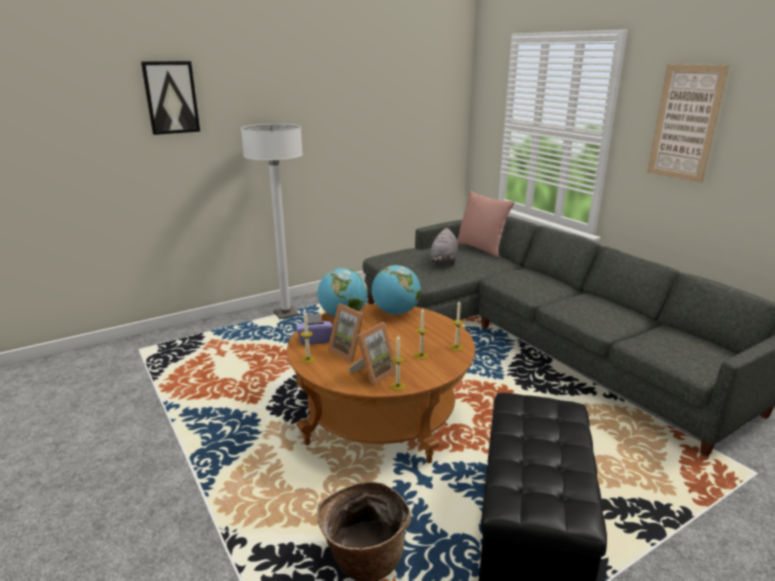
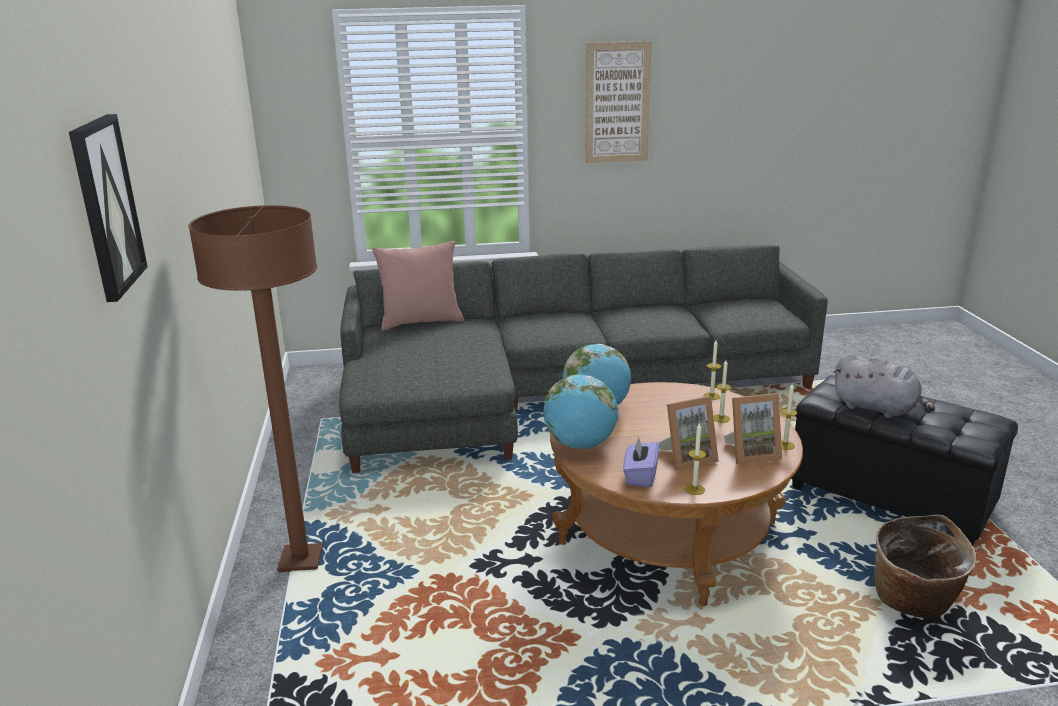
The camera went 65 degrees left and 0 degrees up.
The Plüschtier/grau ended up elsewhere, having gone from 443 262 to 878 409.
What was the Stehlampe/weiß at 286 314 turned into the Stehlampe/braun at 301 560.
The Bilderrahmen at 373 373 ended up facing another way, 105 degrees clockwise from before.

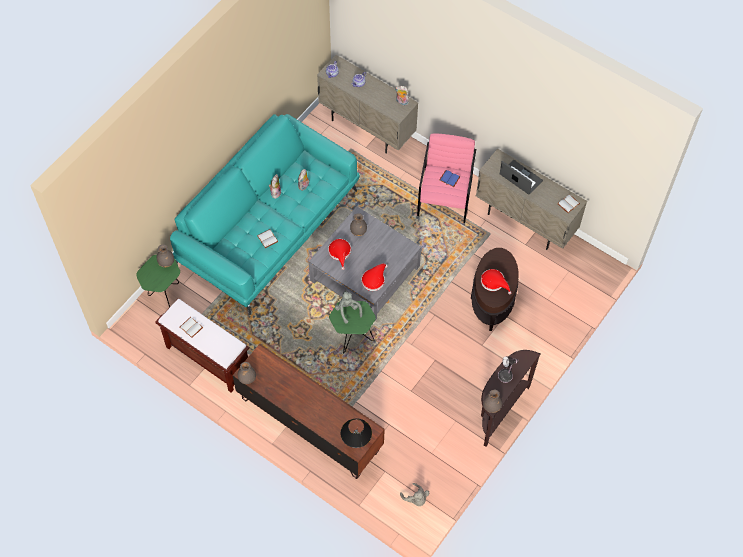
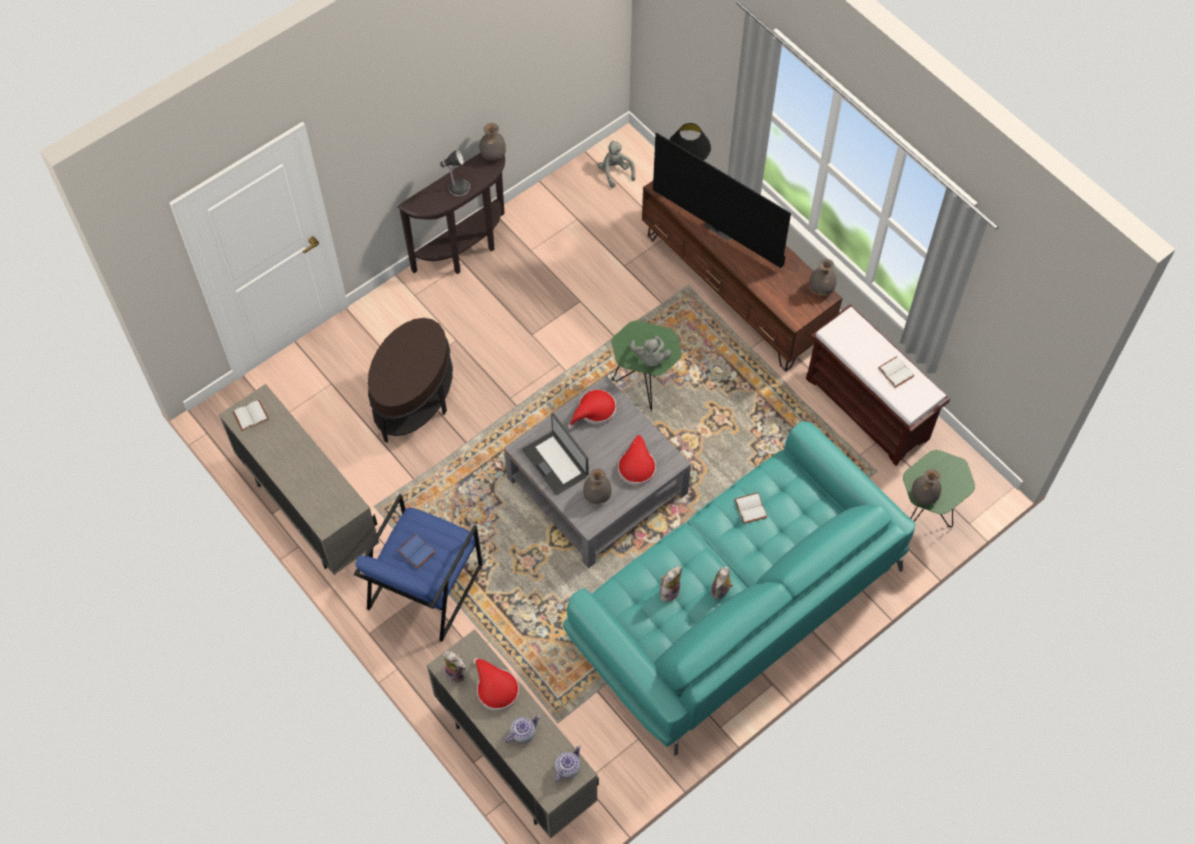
The camera went 165 degrees left and 0 degrees up.
The second view gained the Fernseher at 722 227.
The Hut/rot ended up elsewhere, having gone from 494 282 to 495 688.
The Laptop ended up elsewhere, having gone from 520 178 to 556 462.
What was the Sessel/rosa at 445 197 turned into the Sessel/blau at 424 586.

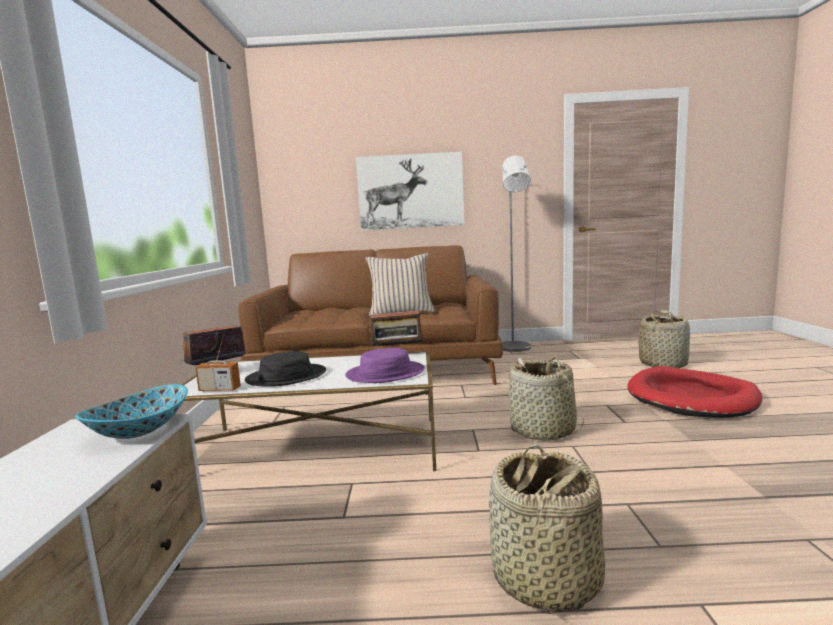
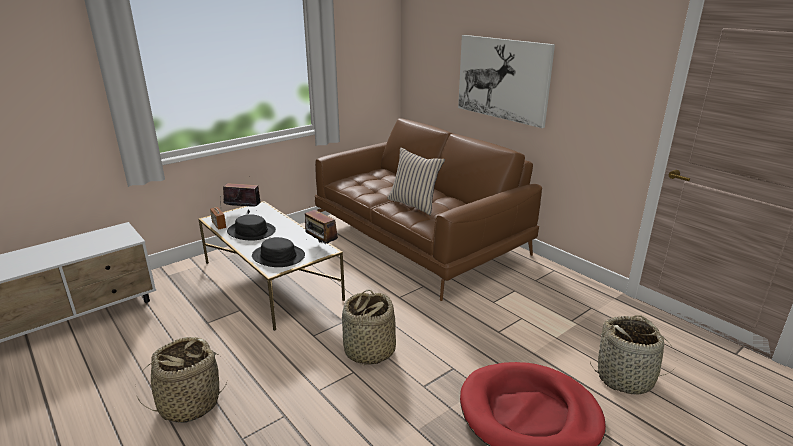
The camera went 50 degrees right and 15 degrees up.
The second view lost the Schüssel at 138 431.
The second view lost the Stehlampe/grau at 516 349.
What was the Hut/lila at 385 373 turned into the Hut/schwarz at 278 256.

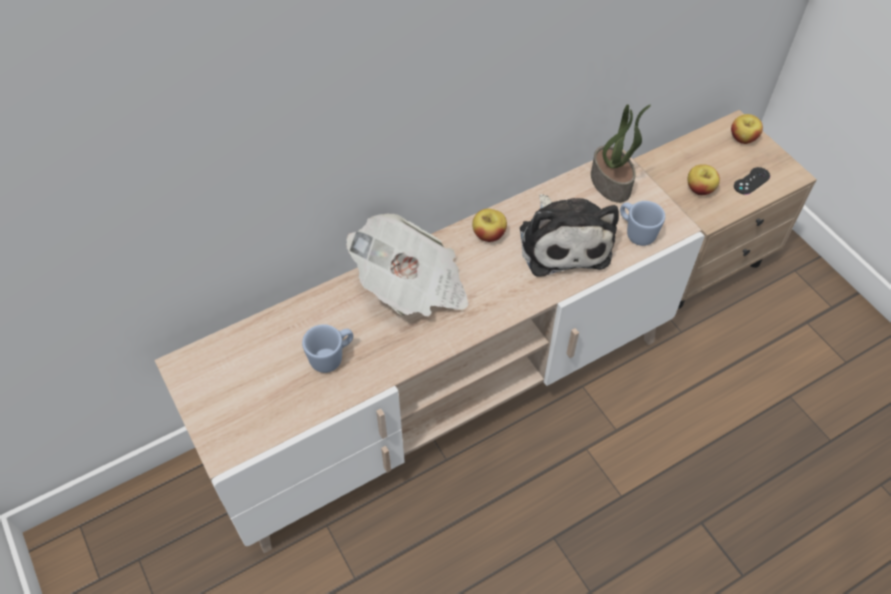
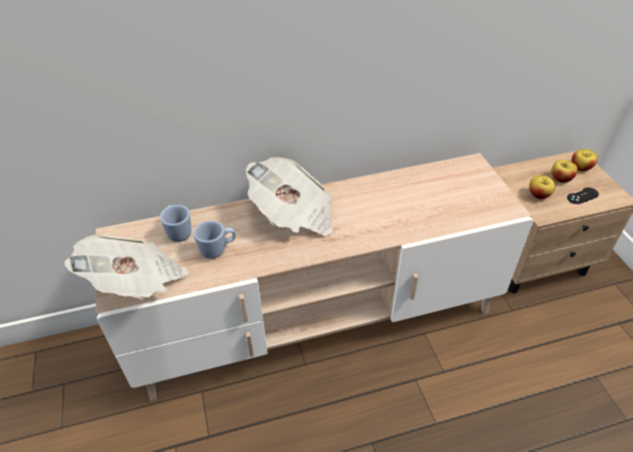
The camera went 15 degrees right and 10 degrees down.
The second view lost the Plüschtier at 563 241.
The second view lost the Topfpflanze at 611 183.
The second view gained the Zeitung at 137 282.
The Apfel ended up elsewhere, having gone from 488 235 to 561 179.
The Henkelbecher/blau ended up elsewhere, having gone from 636 233 to 178 232.

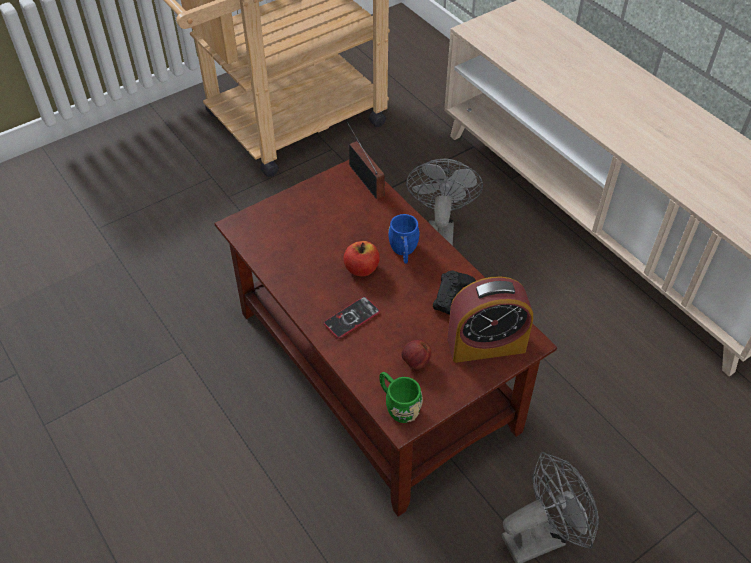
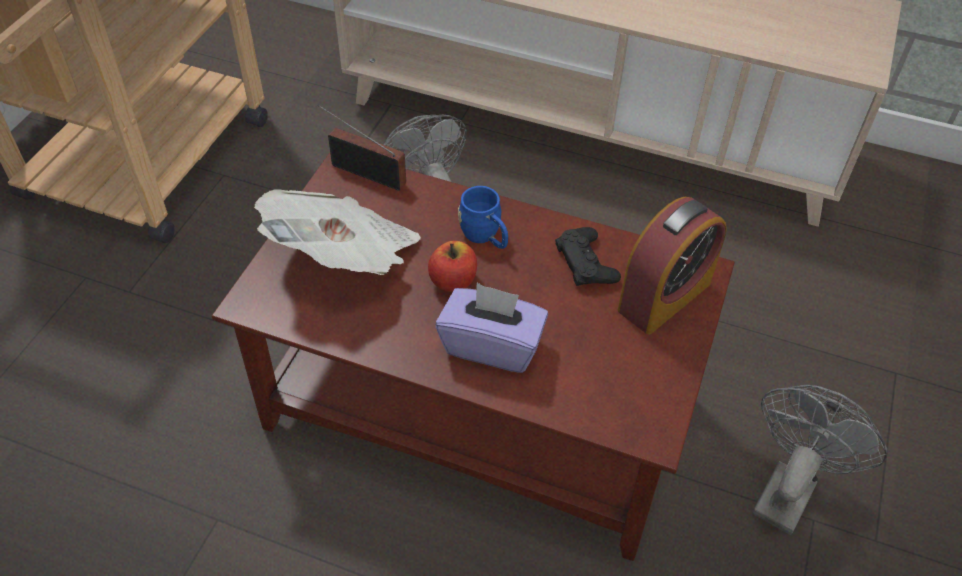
The camera went 35 degrees left and 0 degrees up.
The second view lost the Henkelbecher/grün at 397 405.
The second view lost the Apfel at 415 362.
The second view gained the Zeitung at 345 257.
Where the Handy stood at 351 318, the Taschentuchbox/lila came to stand at 492 345.

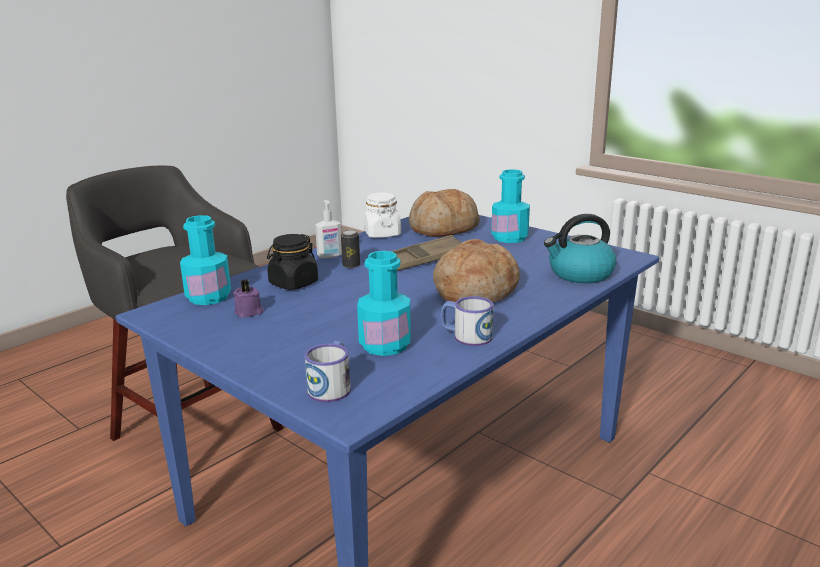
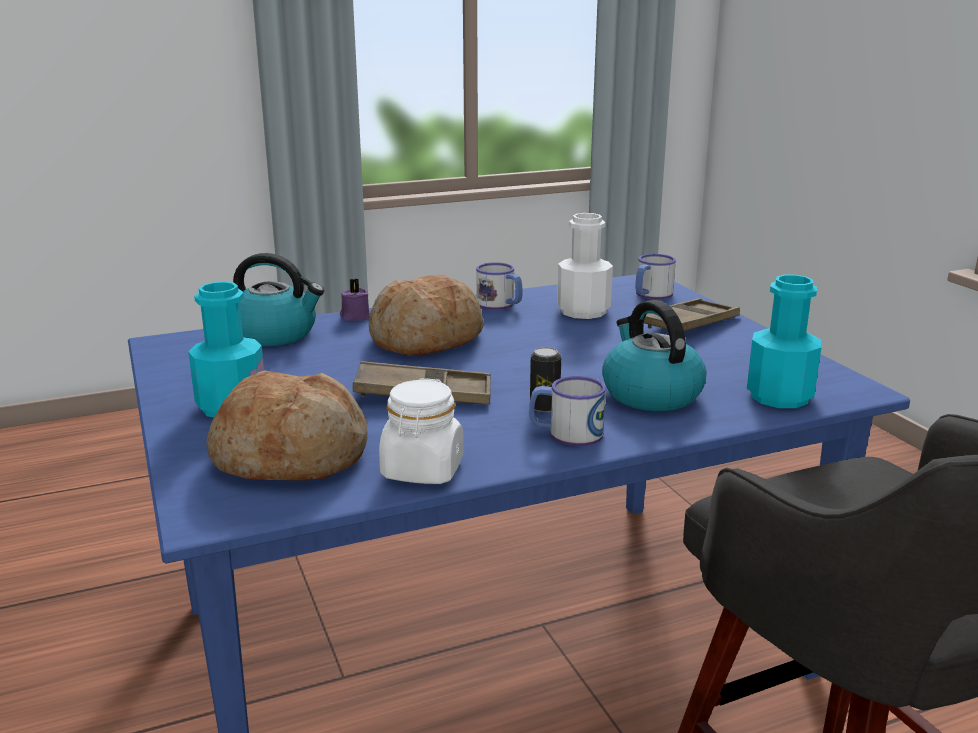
The camera went 155 degrees left and 0 degrees up.
The second view gained the Tablett/braun at 689 324.
The Kerze/lila ended up elsewhere, having gone from 249 312 to 355 316.
Where the Vorratsglas/schwarz stood at 293 283, the Wasserkessel came to stand at 650 394.
Where the Seifenspender stood at 330 256, the Henkelbecher came to stand at 566 433.
What was the Flasche/türkis at 385 345 turned into the Flasche/weiß at 583 311.

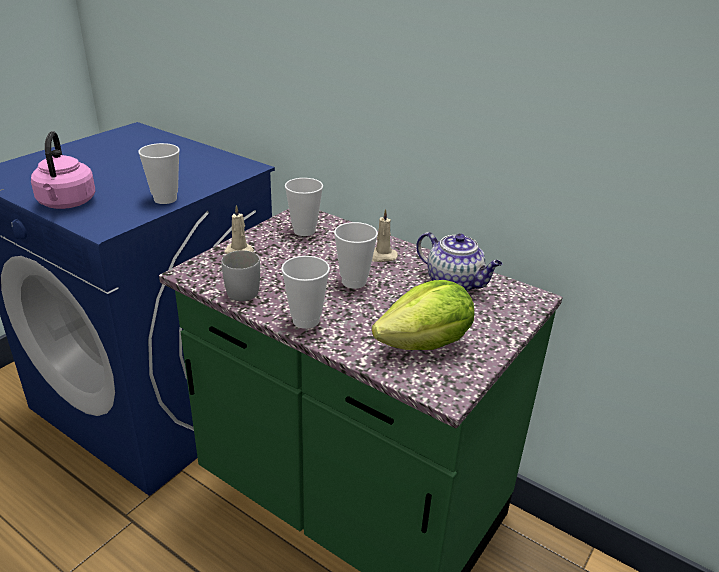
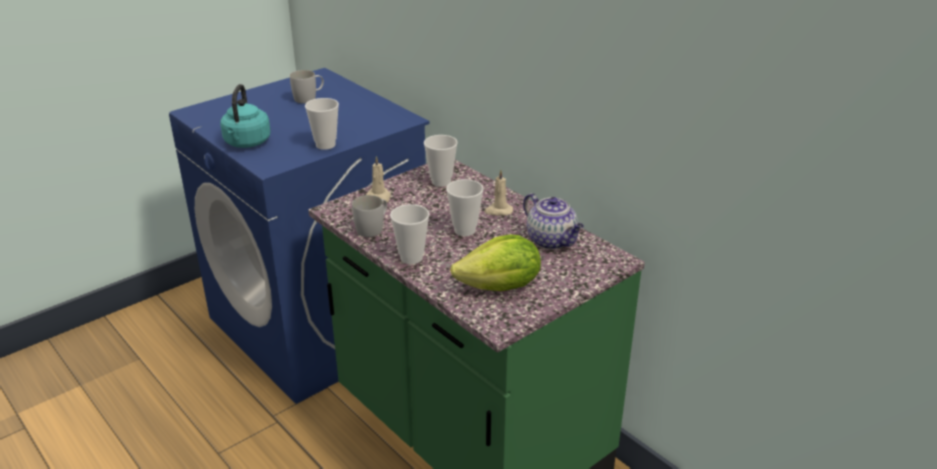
The camera went 15 degrees right and 0 degrees up.
The second view gained the Henkelbecher/weiß at 309 98.
What was the Wasserkessel/rosa at 66 203 turned into the Wasserkessel/türkis at 246 143.

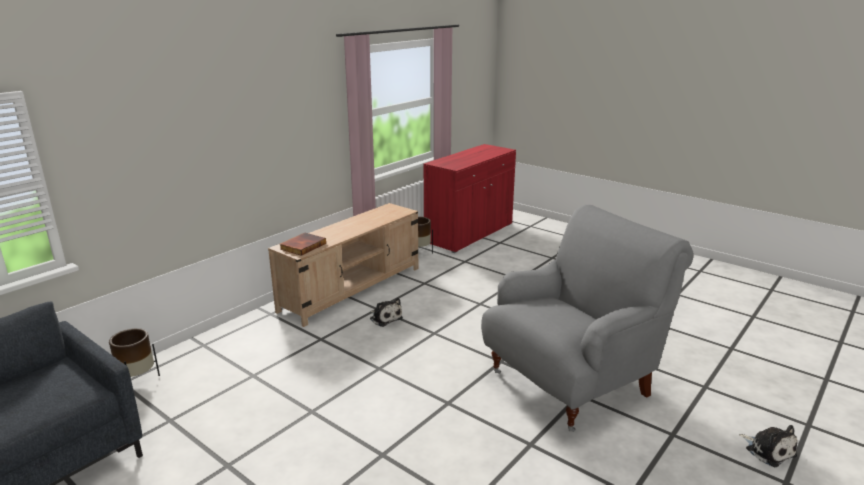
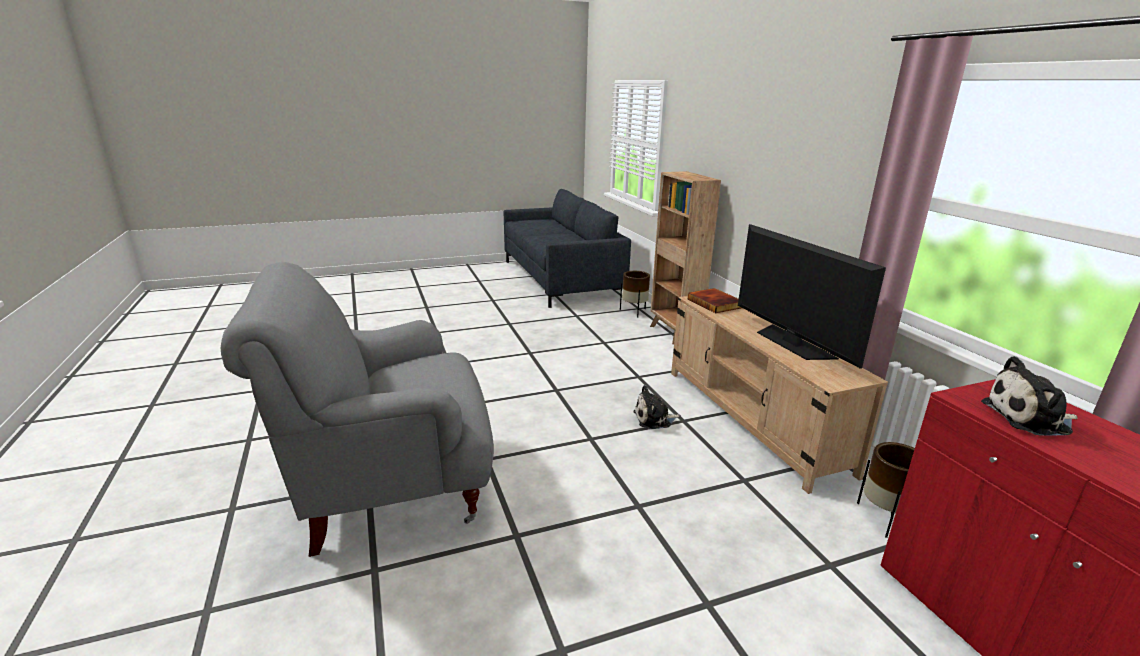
The camera went 120 degrees right and 0 degrees up.
The second view gained the Bücherregal/braun at 674 333.
The second view gained the Fernseher at 792 343.
The Plüschtier ended up elsewhere, having gone from 768 450 to 1030 418.
The Sessel/grau at 571 383 ended up facing another way, 75 degrees clockwise from before.

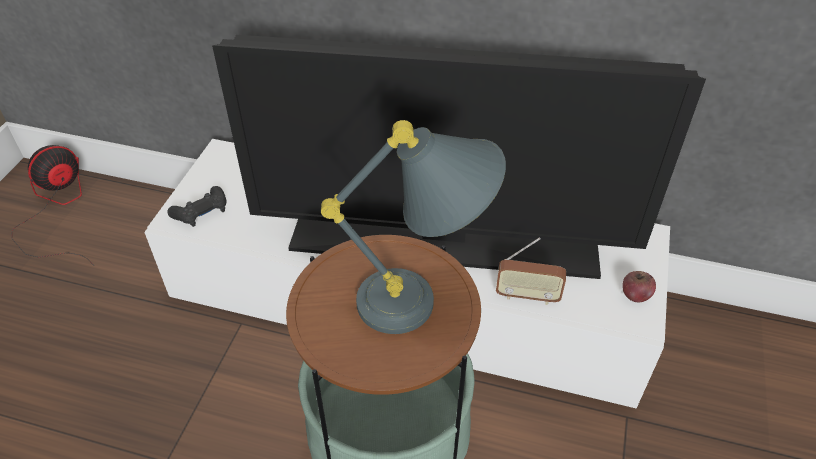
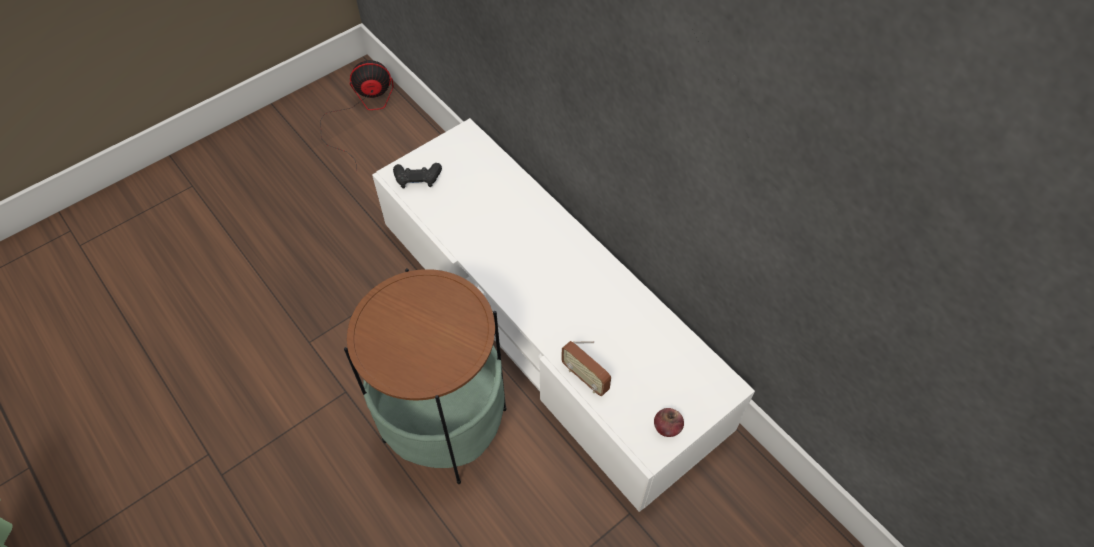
The camera went 35 degrees right and 10 degrees up.
The second view lost the Fernseher at 445 244.
The second view lost the Tischlampe/grau at 424 302.

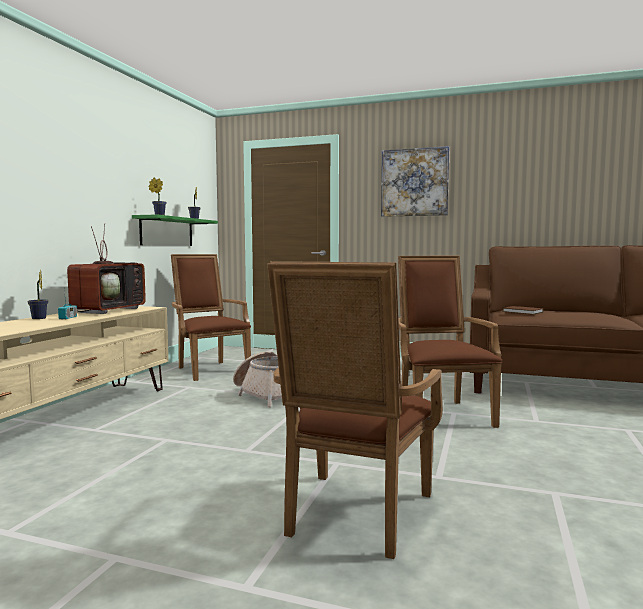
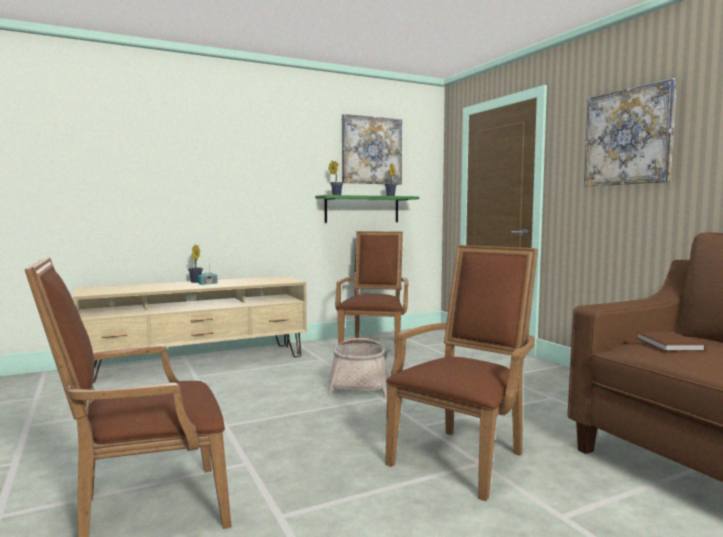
The camera went 45 degrees right and 0 degrees up.
The second view lost the Fernseher at 109 310.
The second view gained the Bild at 371 150.

